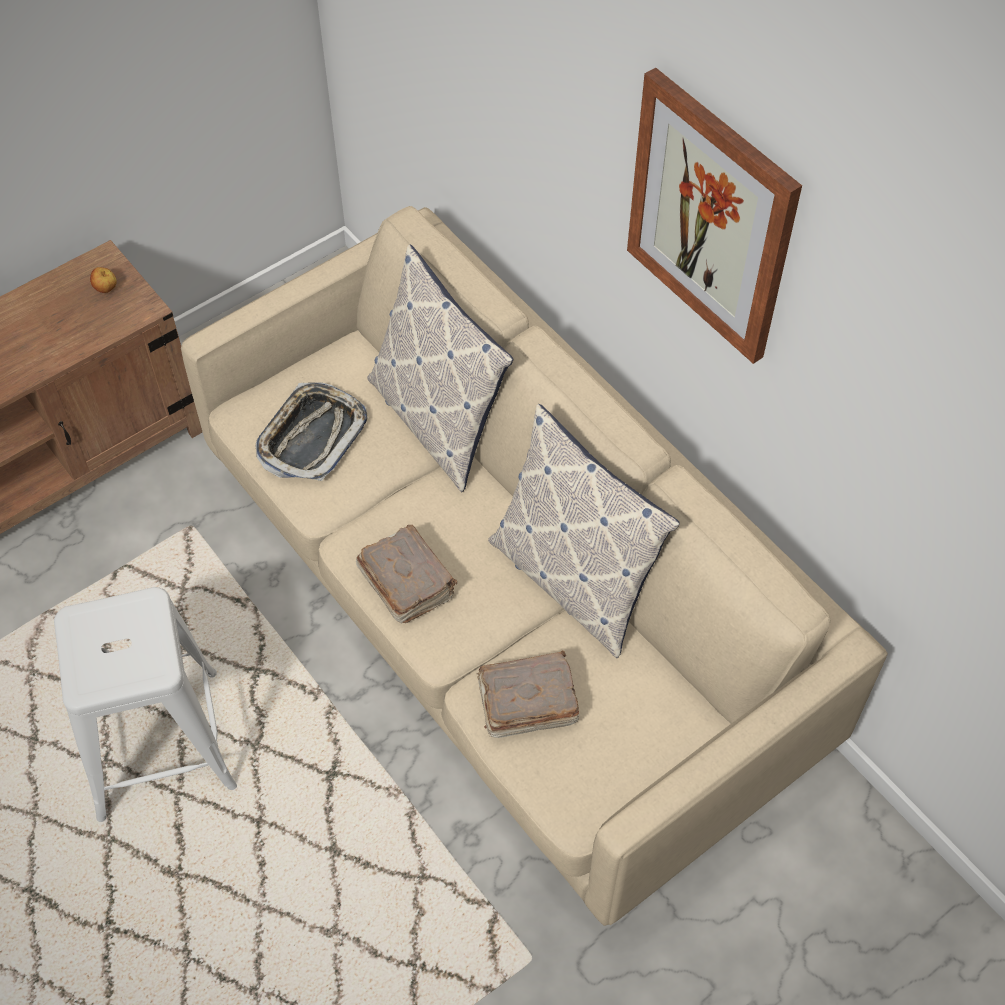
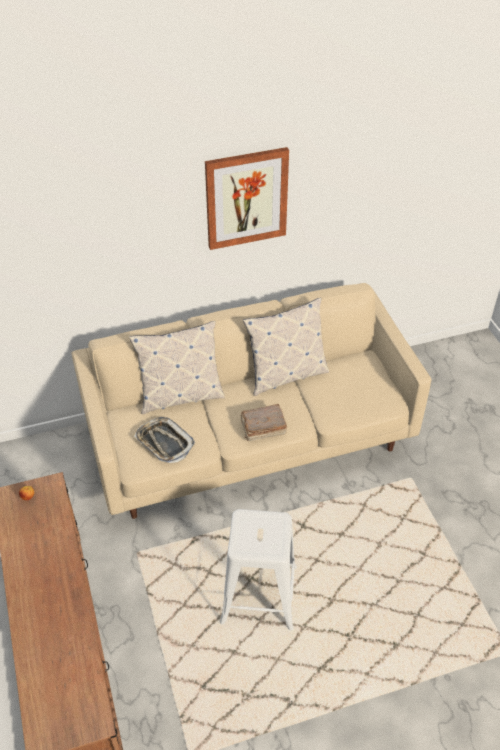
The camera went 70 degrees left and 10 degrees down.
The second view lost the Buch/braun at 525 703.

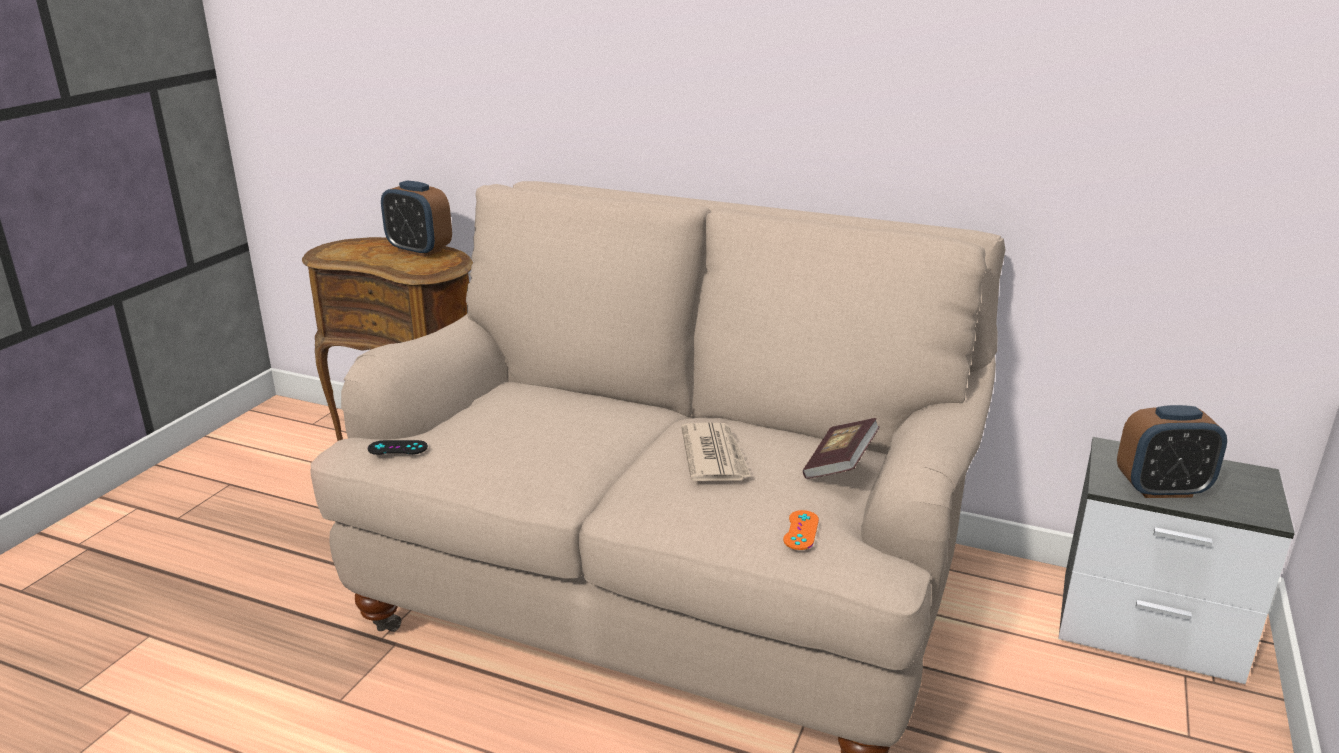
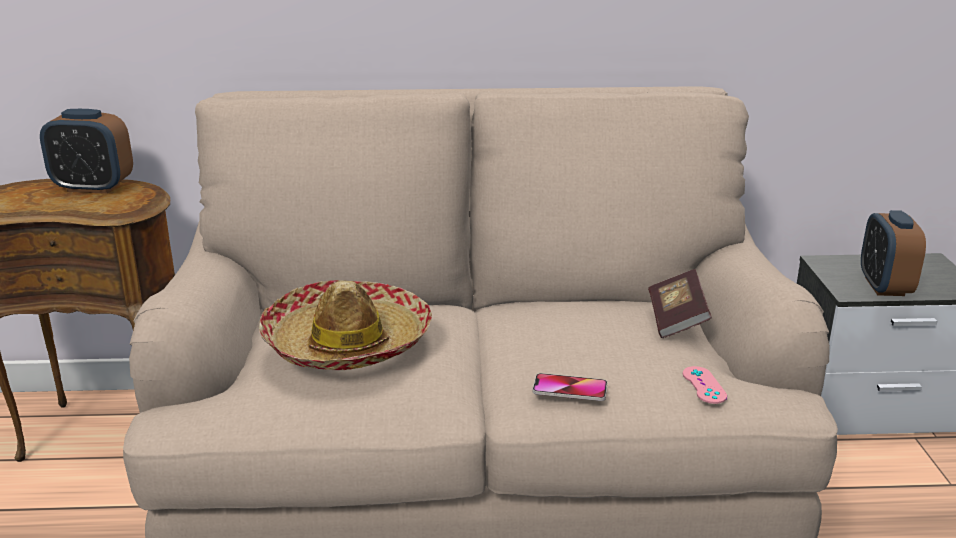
The camera went 25 degrees left and 0 degrees up.
The second view lost the Gamepad/schwarz at 397 448.
The second view lost the Zeitung at 714 456.
The second view gained the Hut at 348 343.
The second view gained the Handy at 569 389.
What was the Gamepad/orange at 801 530 turned into the Gamepad/rosa at 704 385.
The Wecker at 1161 489 ended up facing another way, 120 degrees clockwise from before.

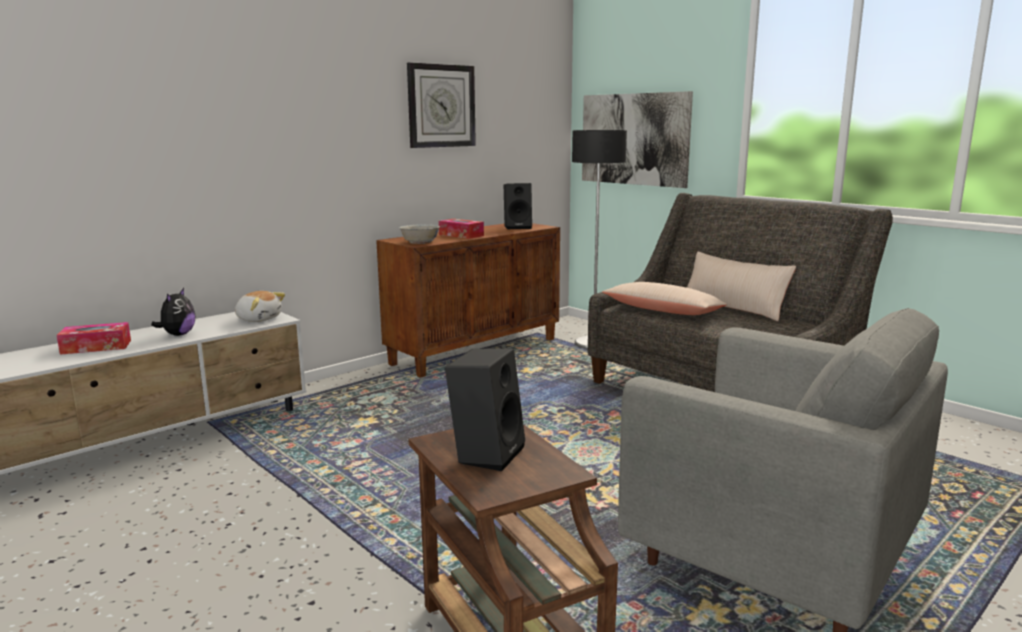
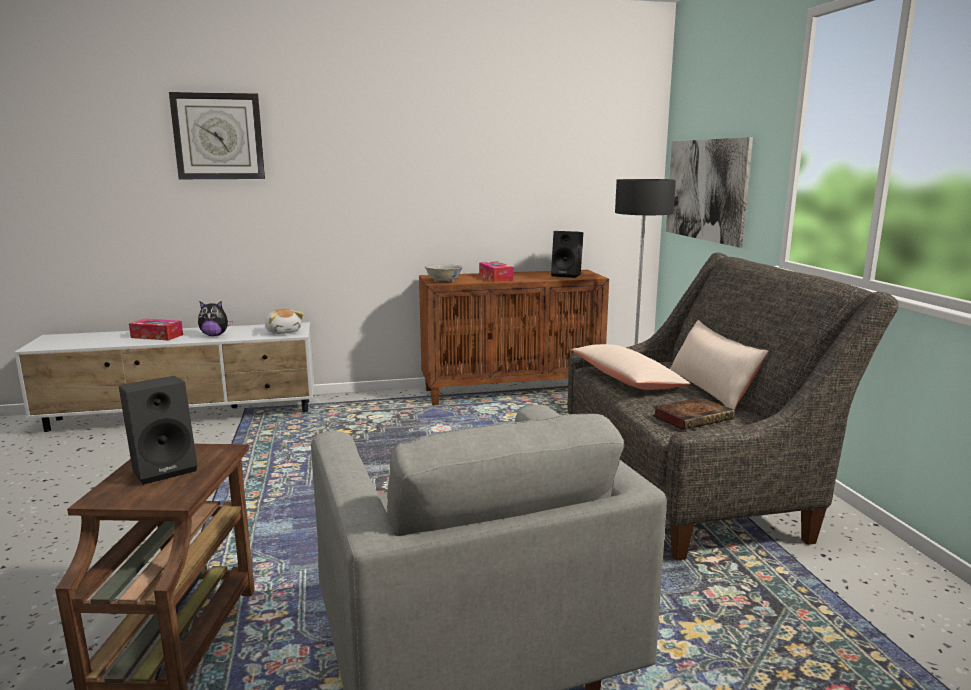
The camera went 30 degrees right and 0 degrees up.
The second view gained the Buch at 693 417.
The Wanduhr ended up elsewhere, having gone from 441 106 to 218 136.
The Plüschtier at 178 334 ended up facing another way, 45 degrees clockwise from before.

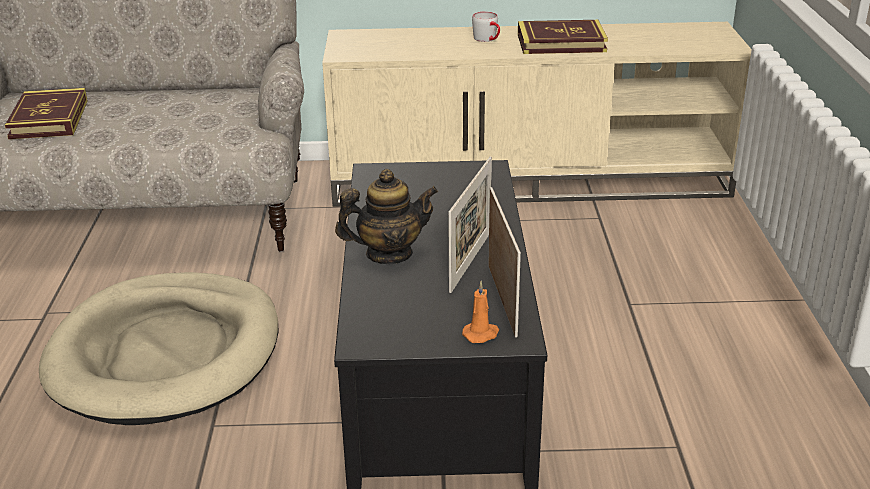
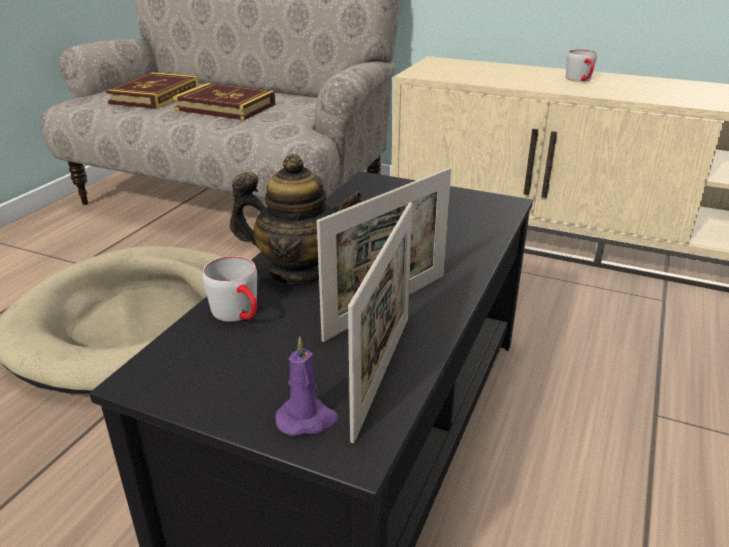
The camera went 25 degrees right and 0 degrees up.
The second view gained the Henkelbecher/grau at 240 314.
The Buch ended up elsewhere, having gone from 561 43 to 225 107.
What was the Kerze/orange at 481 334 turned into the Kerze/lila at 307 419.

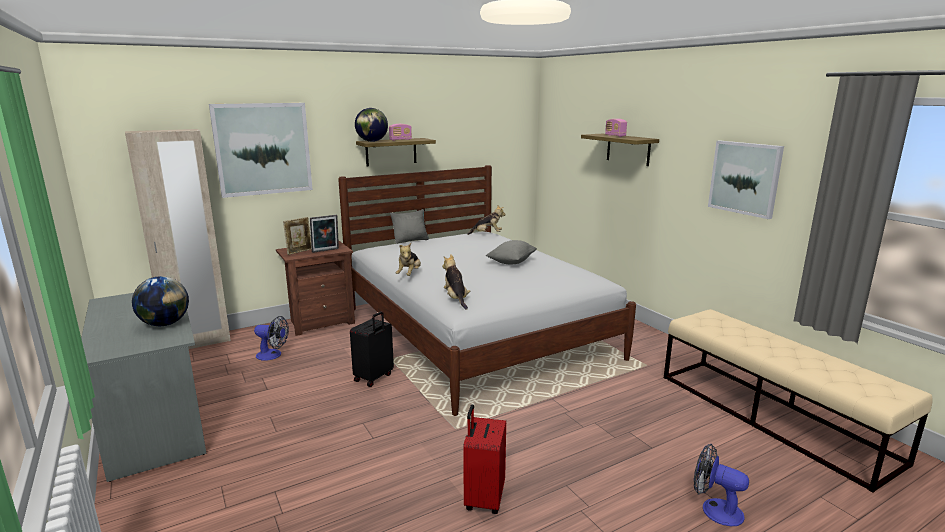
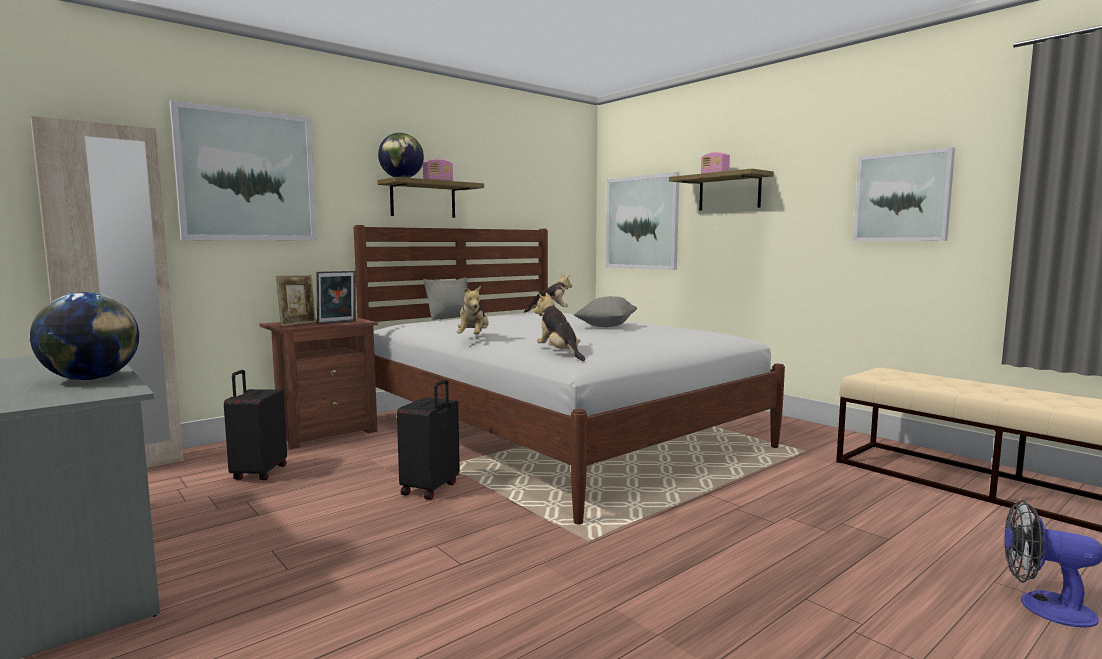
The camera went 10 degrees left and 10 degrees down.
The second view lost the Koffer/rot at 483 498.
The second view gained the Bild at 641 222.
Where the Ventilator stood at 273 355, the Koffer/schwarz came to stand at 258 473.

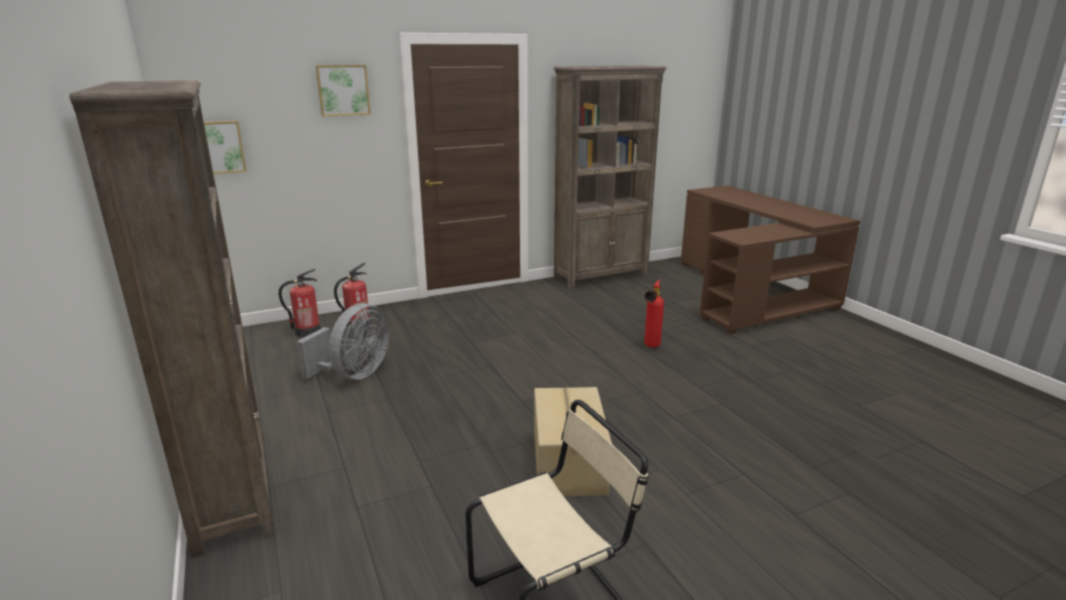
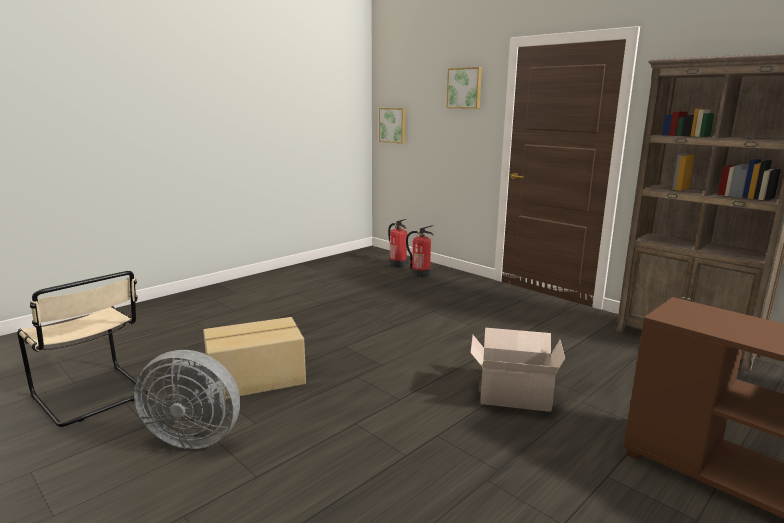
The camera went 70 degrees right and 5 degrees down.
The second view lost the Bücherregal/braun at 232 487.
The Ventilator/grau ended up elsewhere, having gone from 354 374 to 195 436.
Where the Feuerlöscher stood at 650 347, the Karton came to stand at 512 395.

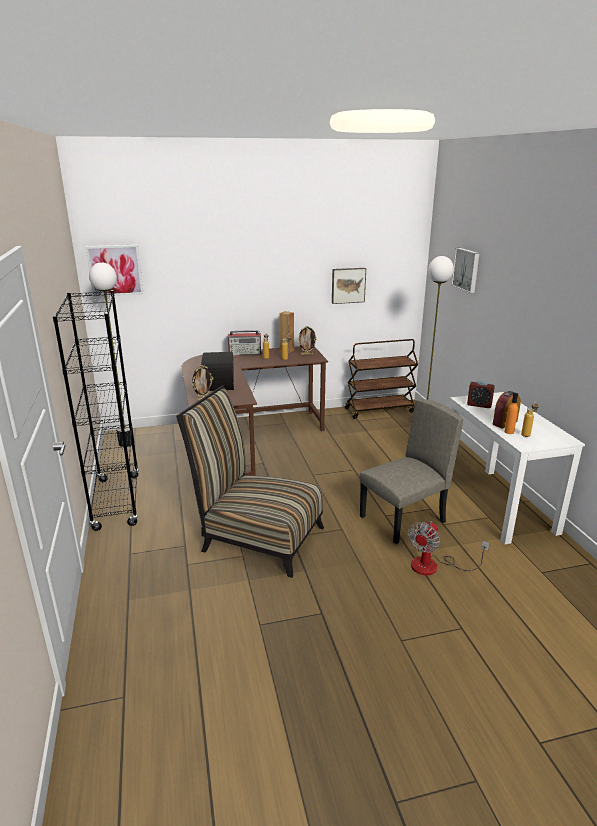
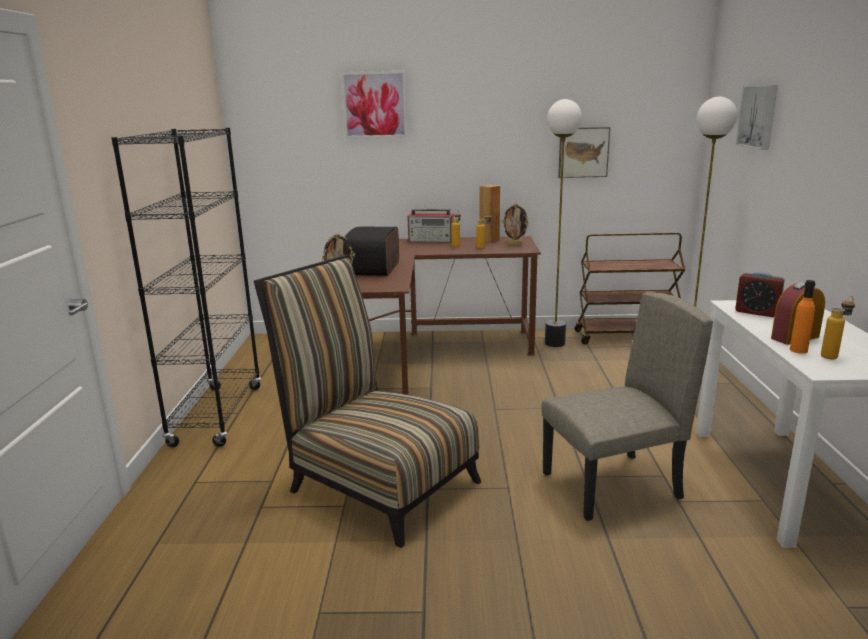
The camera went 15 degrees right and 5 degrees down.
The second view lost the Ventilator at 434 566.
The Bild ended up elsewhere, having gone from 115 270 to 374 105.
The Stehlampe ended up elsewhere, having gone from 126 443 to 554 343.

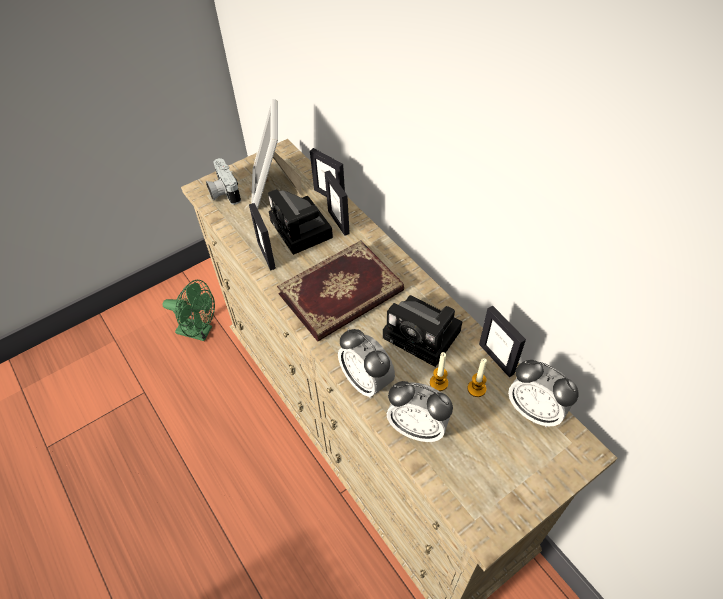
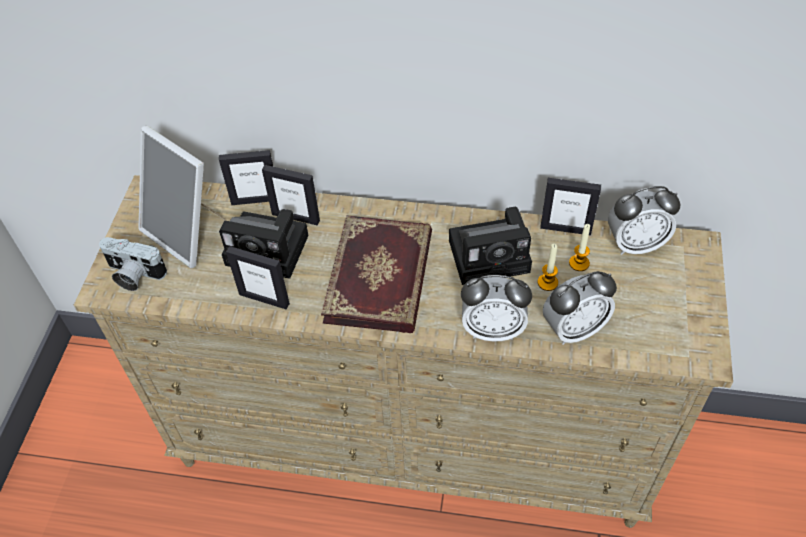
The camera went 45 degrees left and 0 degrees up.
The second view lost the Ventilator/grün at 199 331.

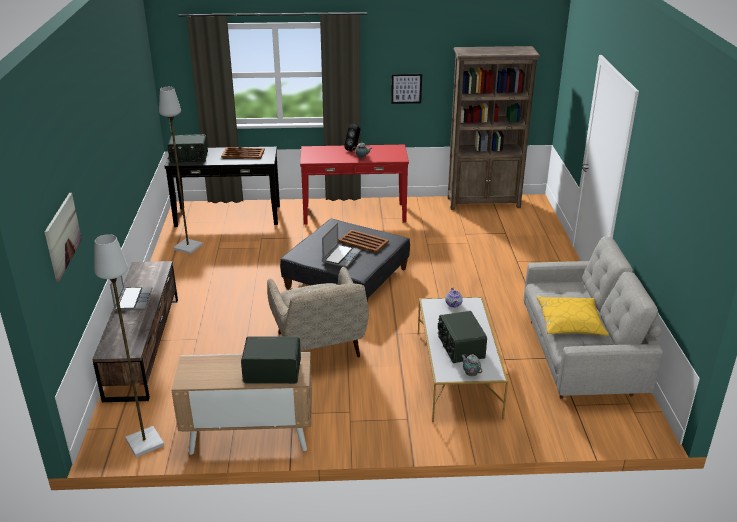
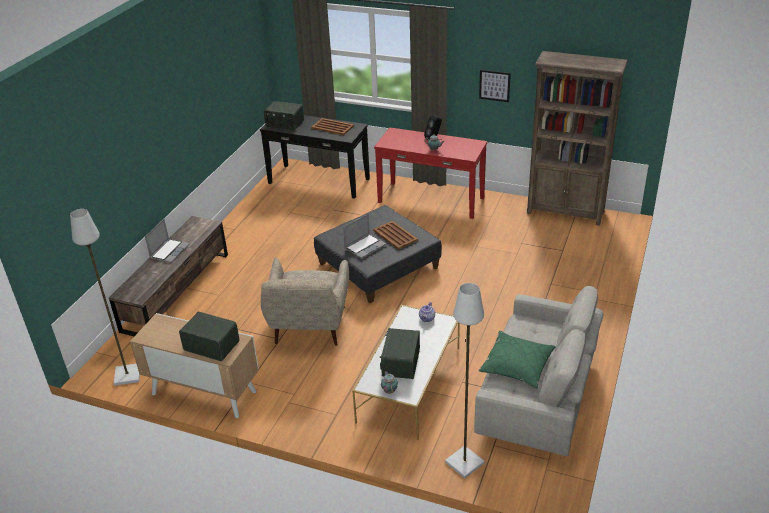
The camera went 25 degrees right and 5 degrees up.
The second view lost the Bild at 62 236.
The Stehlampe/grau ended up elsewhere, having gone from 188 247 to 464 463.
What was the Kissen/gelb at 570 323 turned into the Kissen/grün at 517 365.

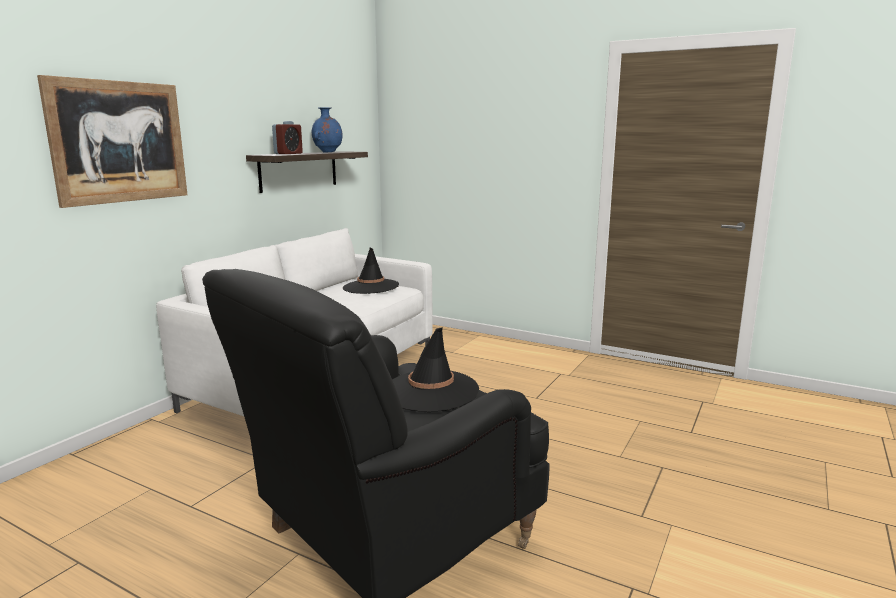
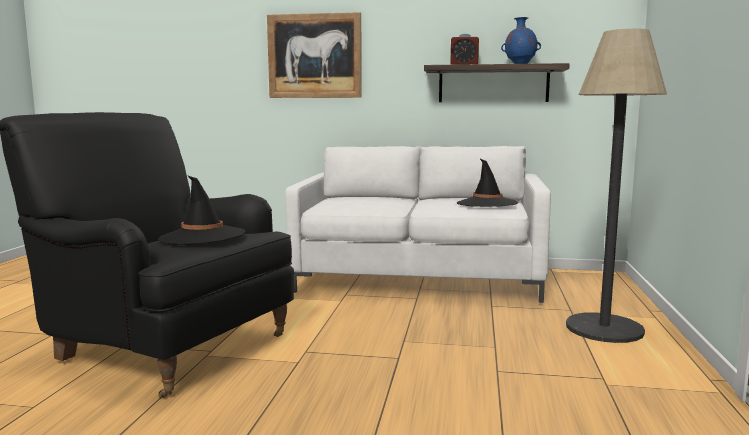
The camera went 70 degrees right and 5 degrees down.
The second view gained the Stehlampe at 604 328.

